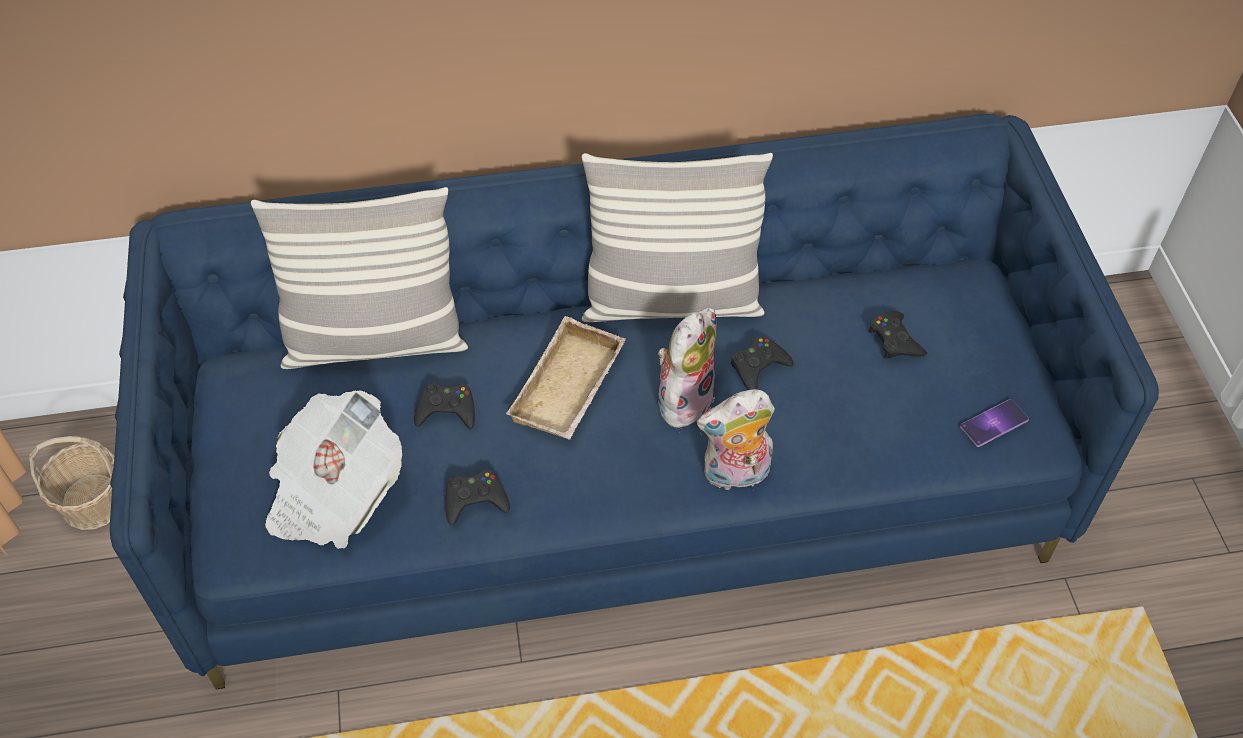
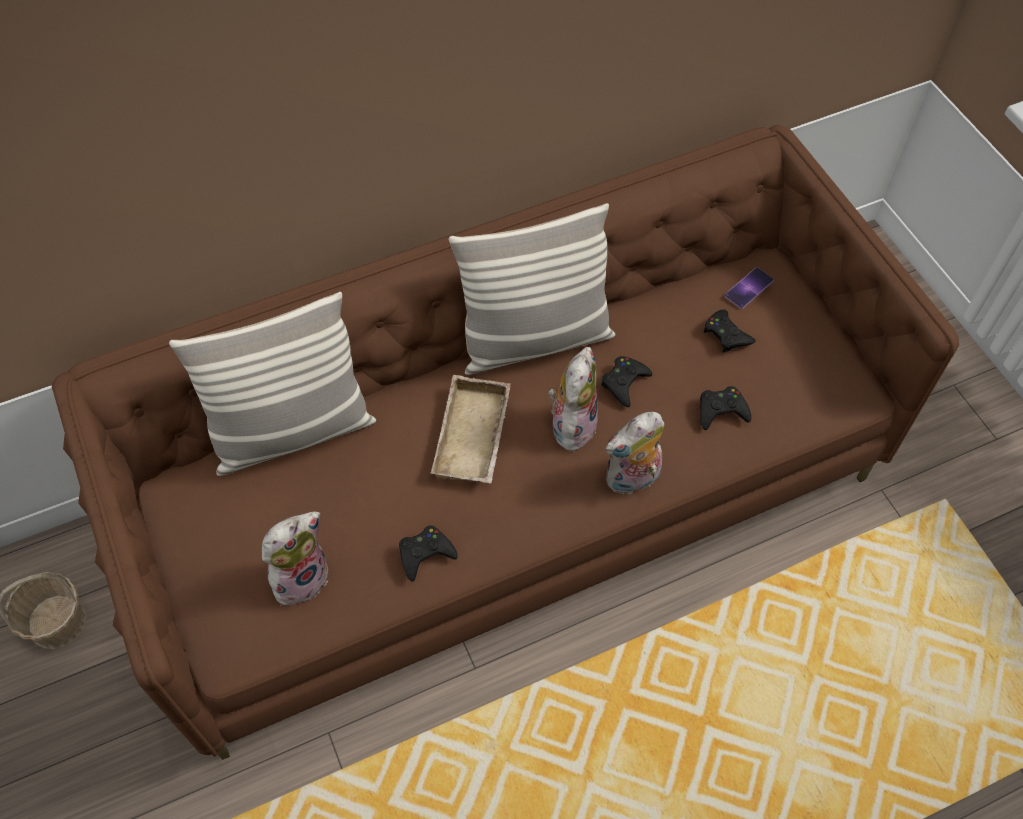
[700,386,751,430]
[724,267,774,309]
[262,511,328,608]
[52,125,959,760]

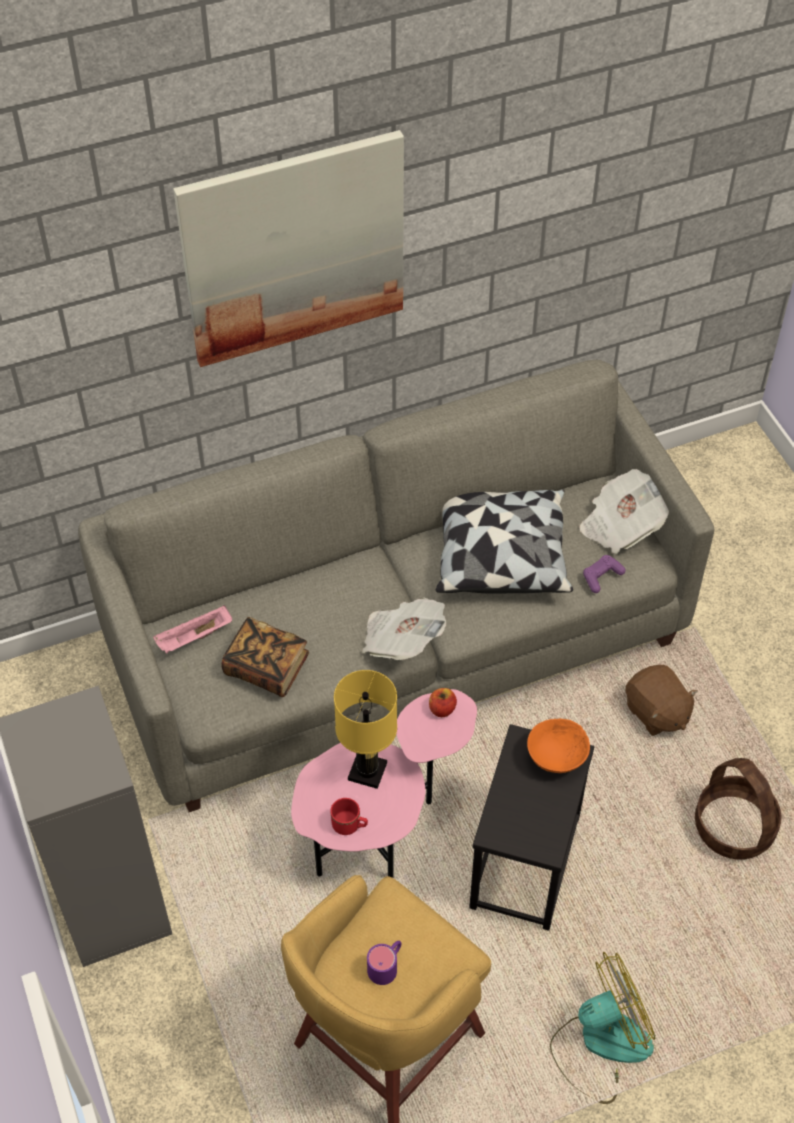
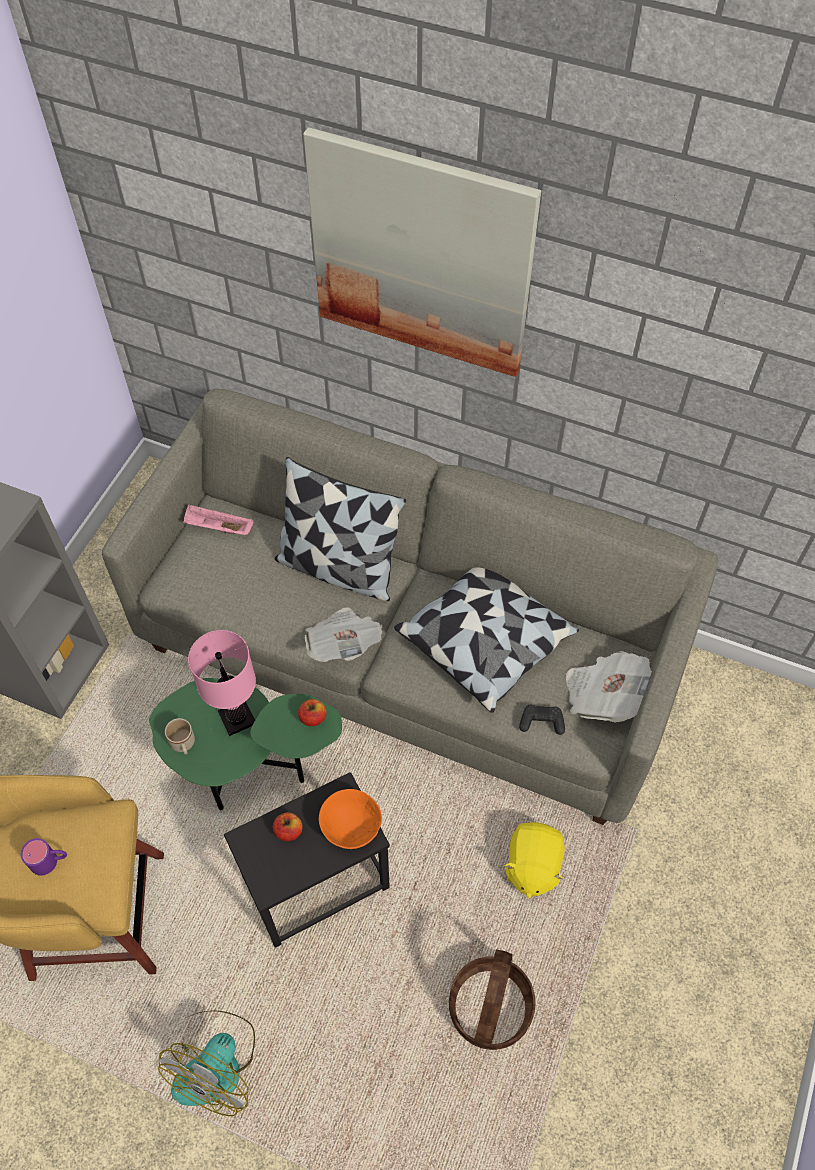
[221,617,309,697] (first image)
[273,812,303,841]
[275,457,406,601]
[149,678,342,810]
[165,718,195,754]
[188,630,256,736]
[519,705,565,735]
[504,822,565,899]
[158,1010,255,1116]

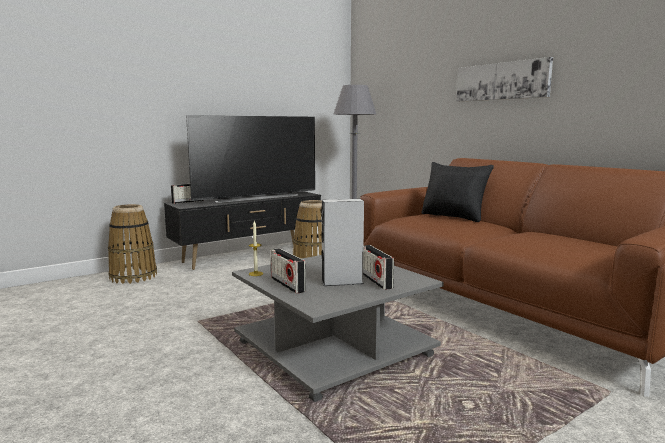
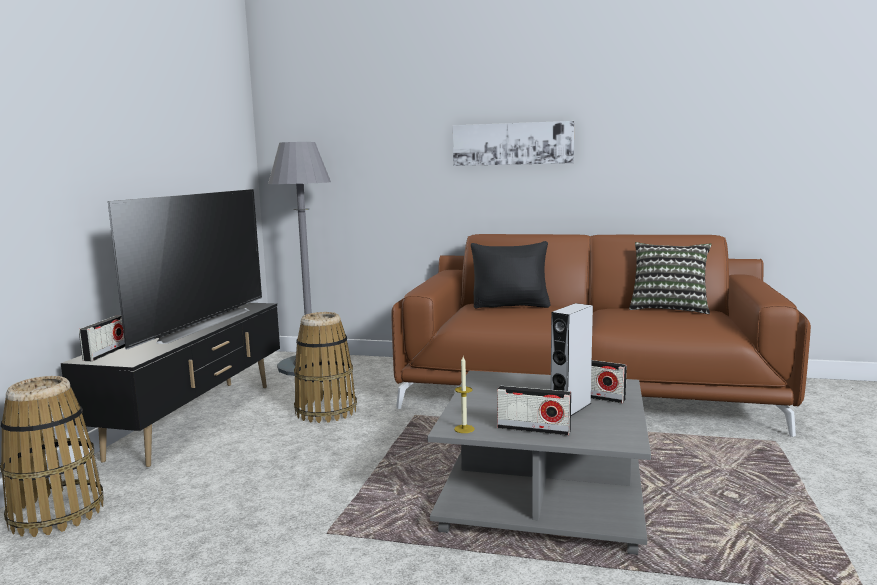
[629,242,712,314]

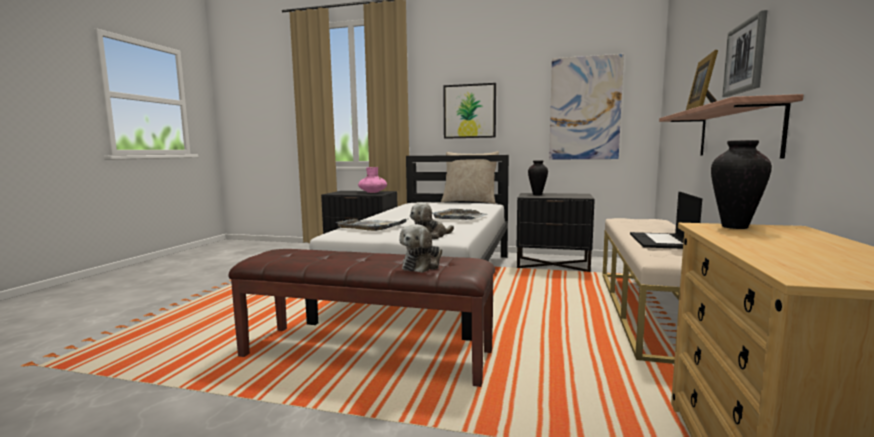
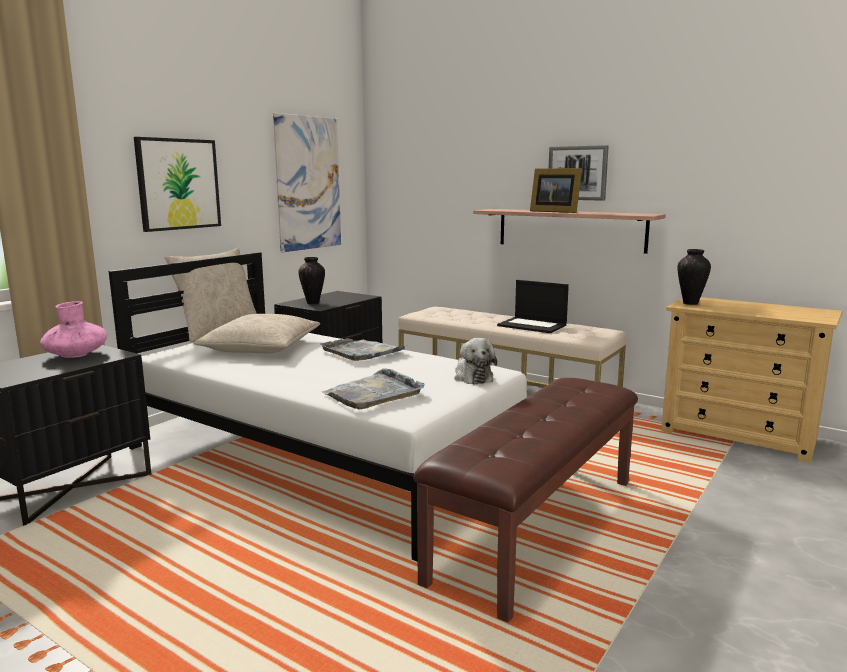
[399,224,442,273] (first image)
[194,314,320,353]

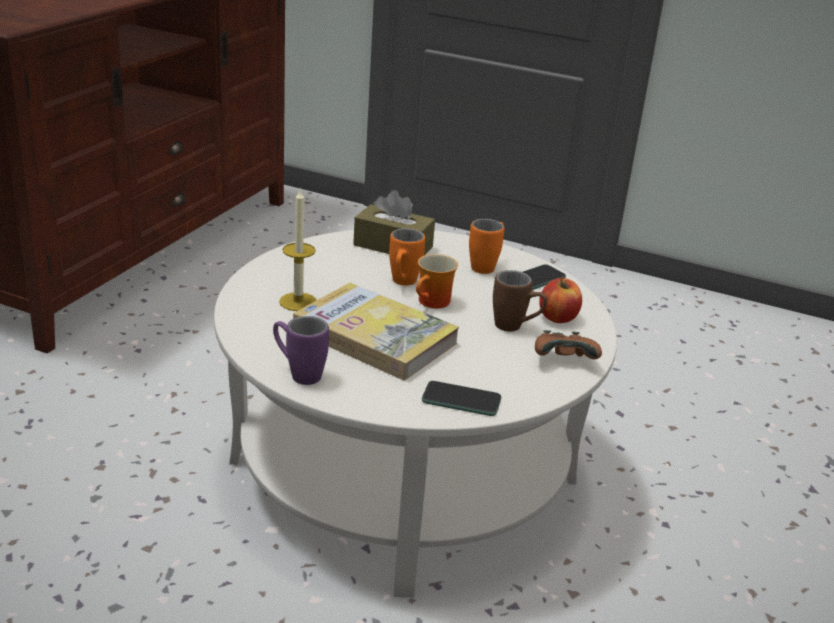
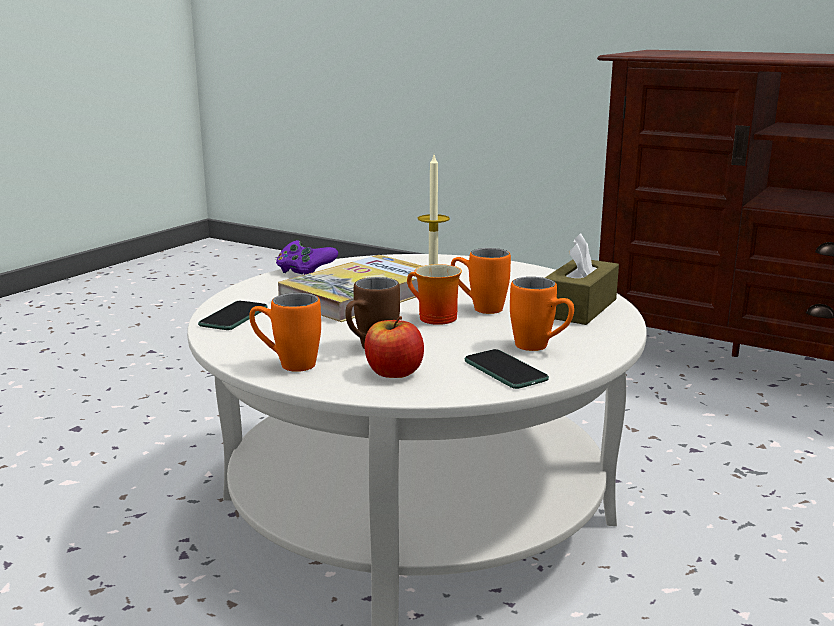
[276,240,338,275]
[249,293,321,372]

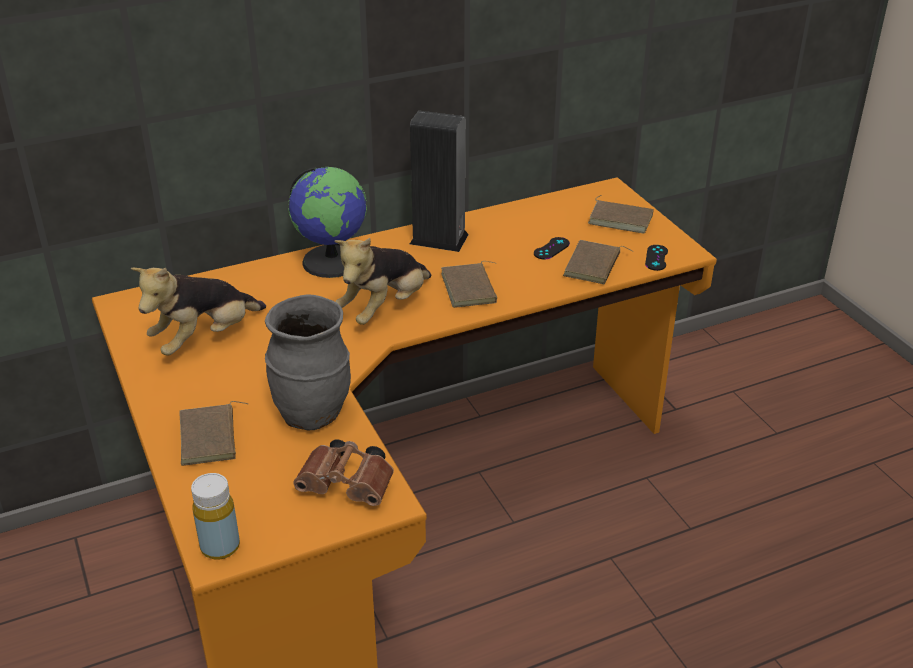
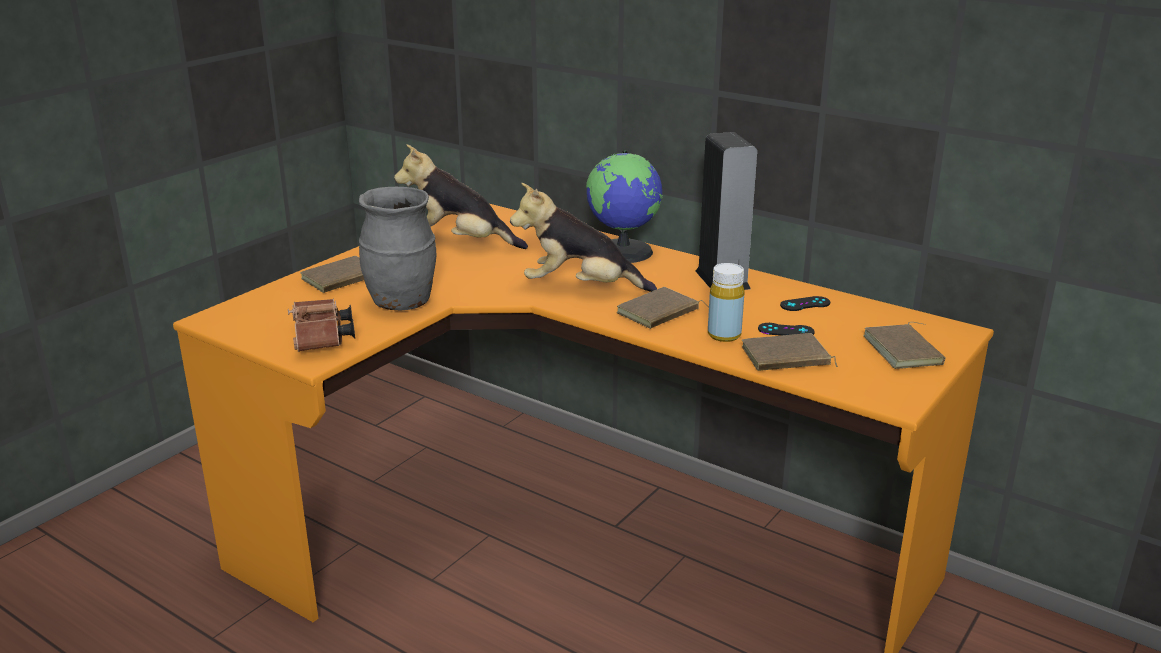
[708,263,745,342]
[780,296,830,311]

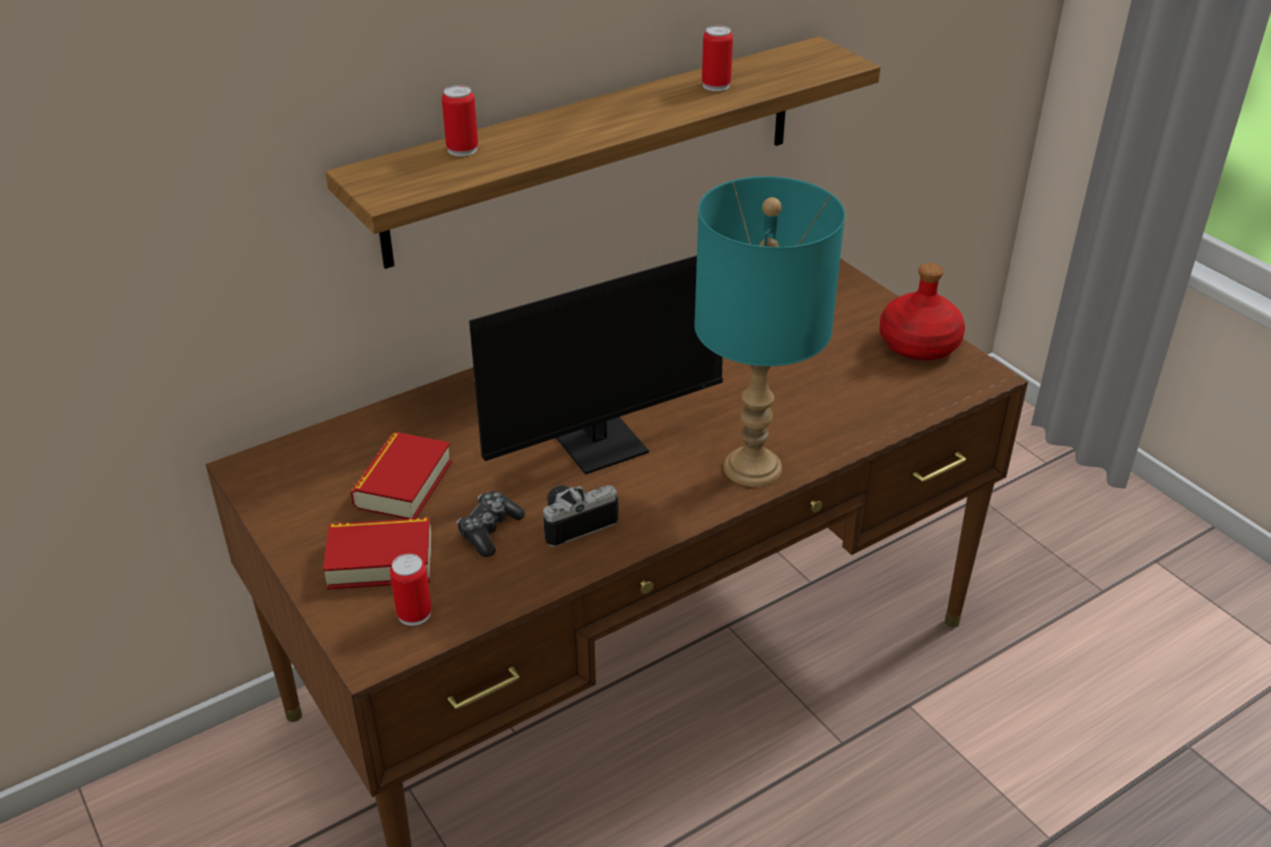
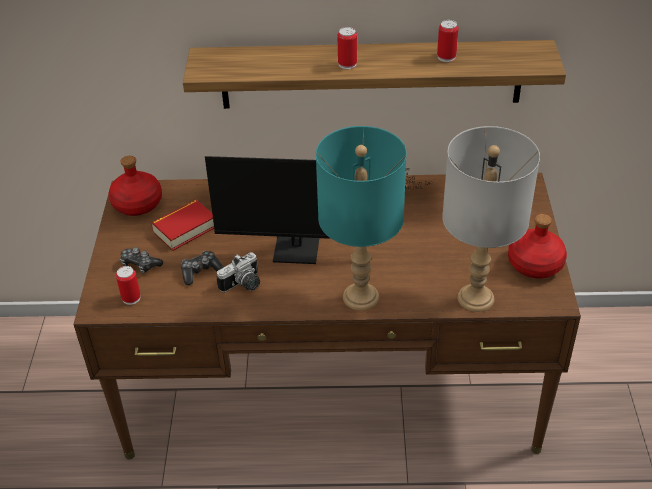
[108,156,162,216]
[442,126,540,312]
[338,27,357,69]
[120,247,163,273]
[216,252,260,292]

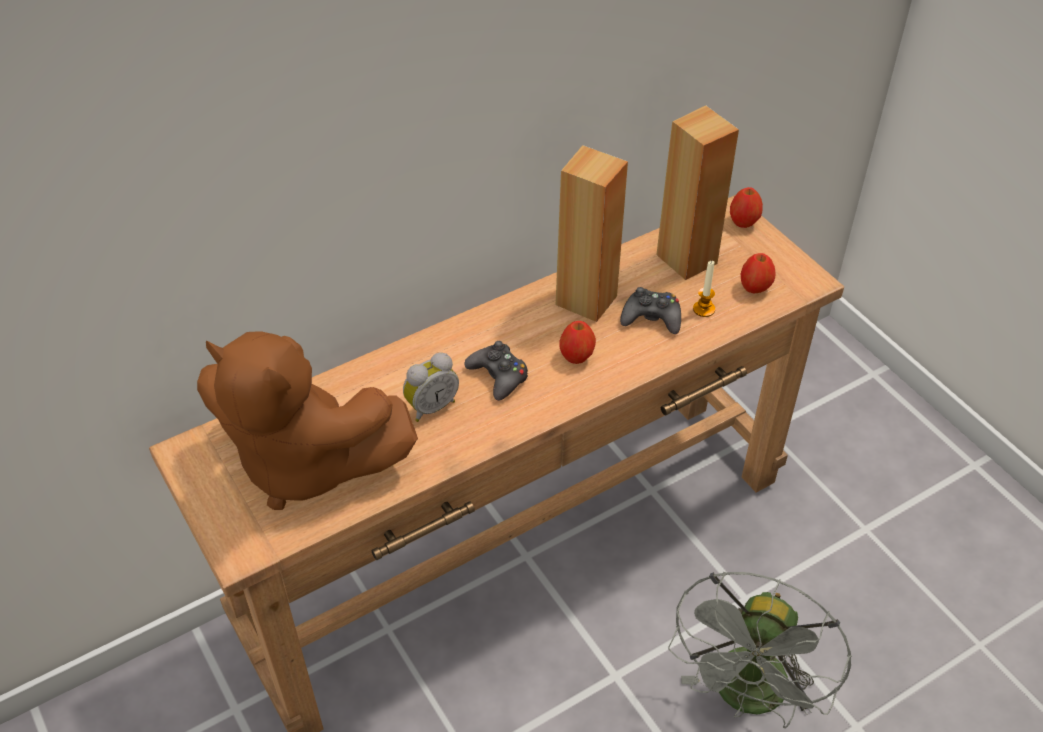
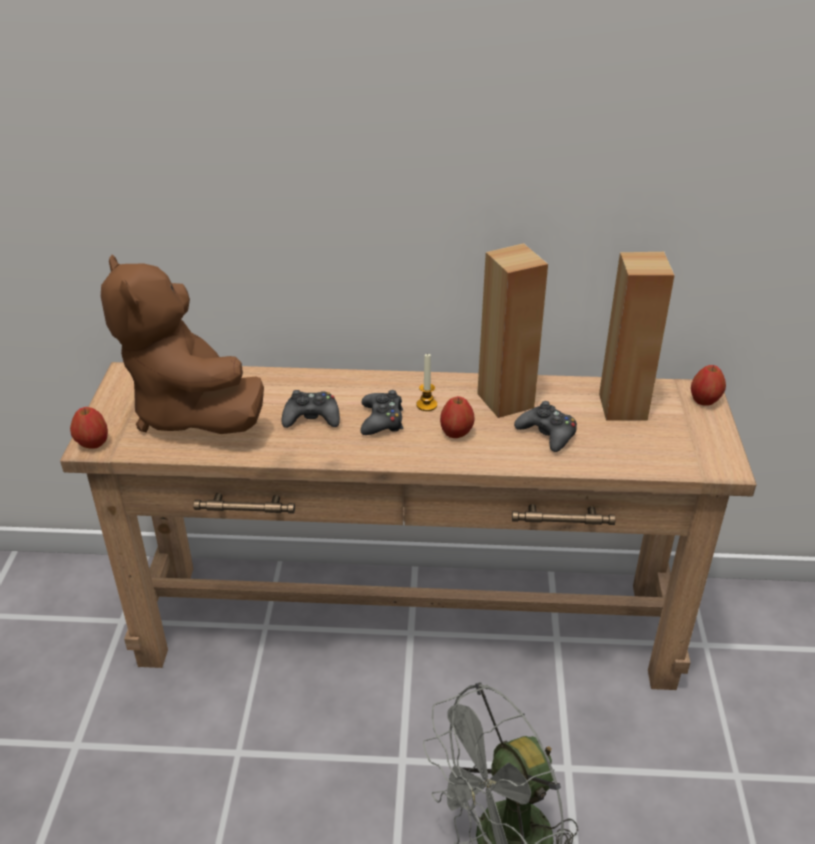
[417,353,437,411]
[70,407,108,449]
[282,390,340,428]

